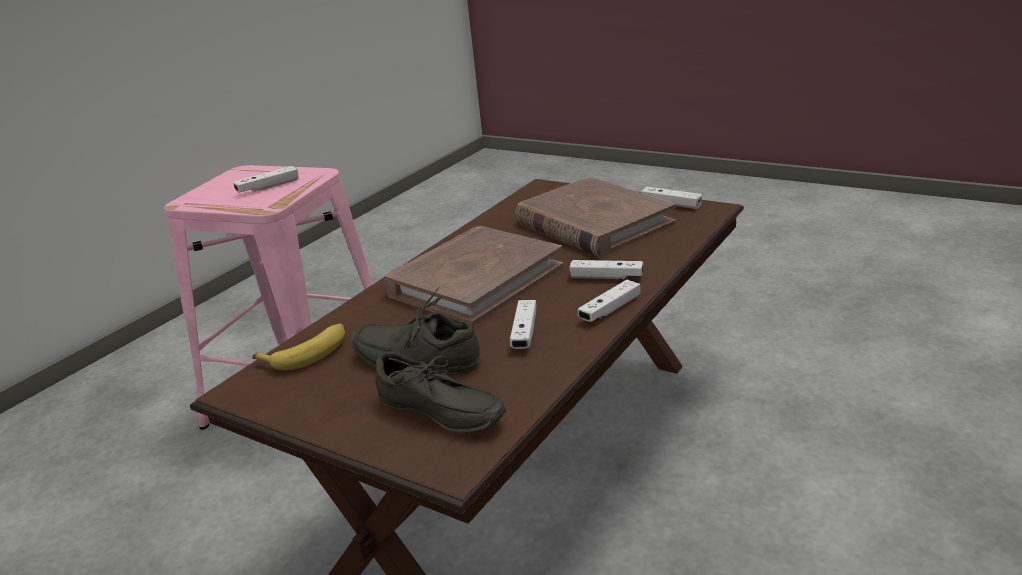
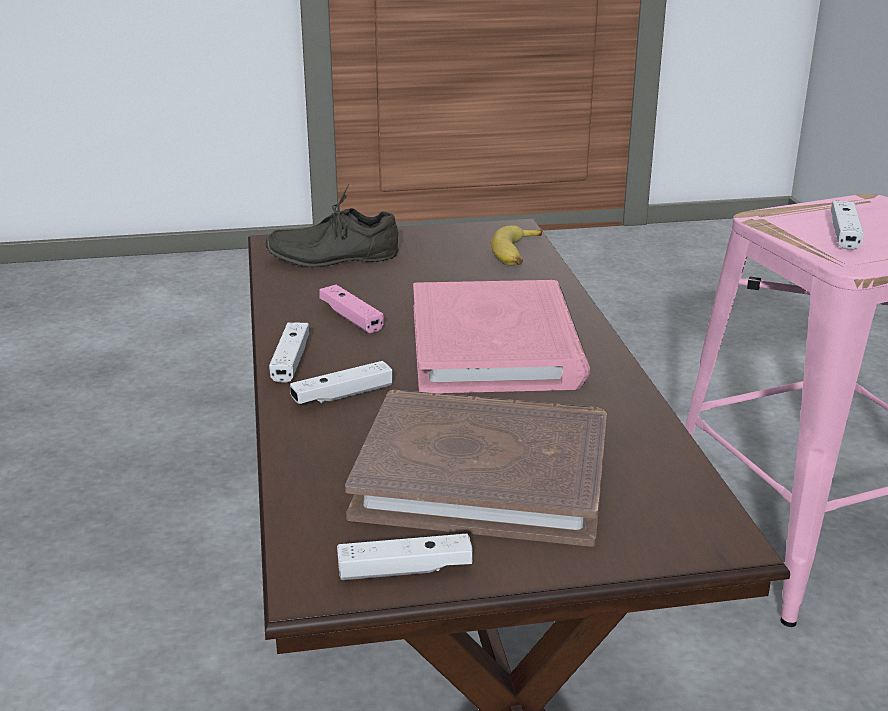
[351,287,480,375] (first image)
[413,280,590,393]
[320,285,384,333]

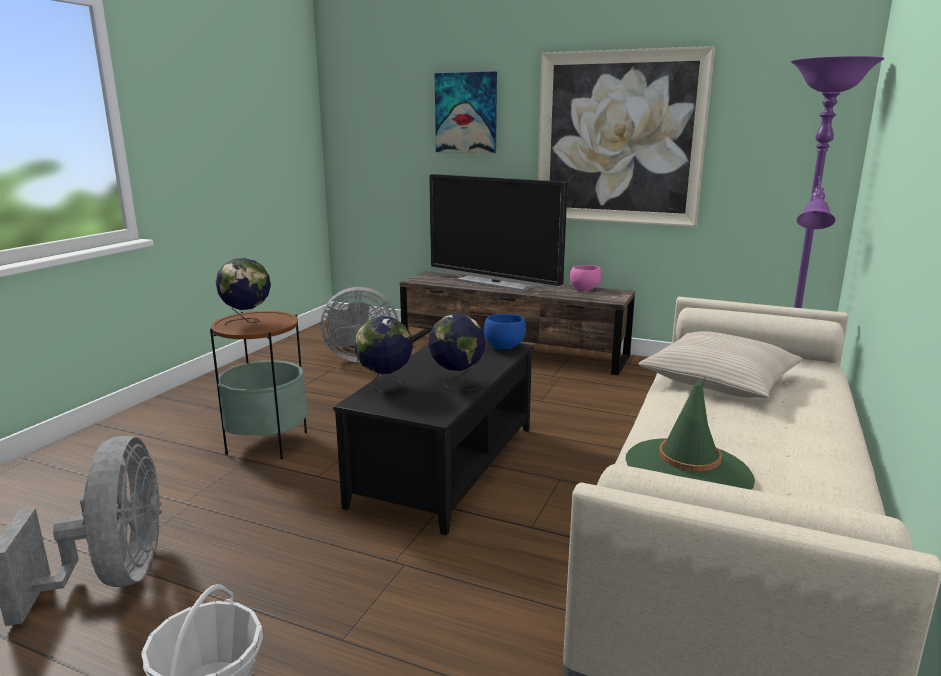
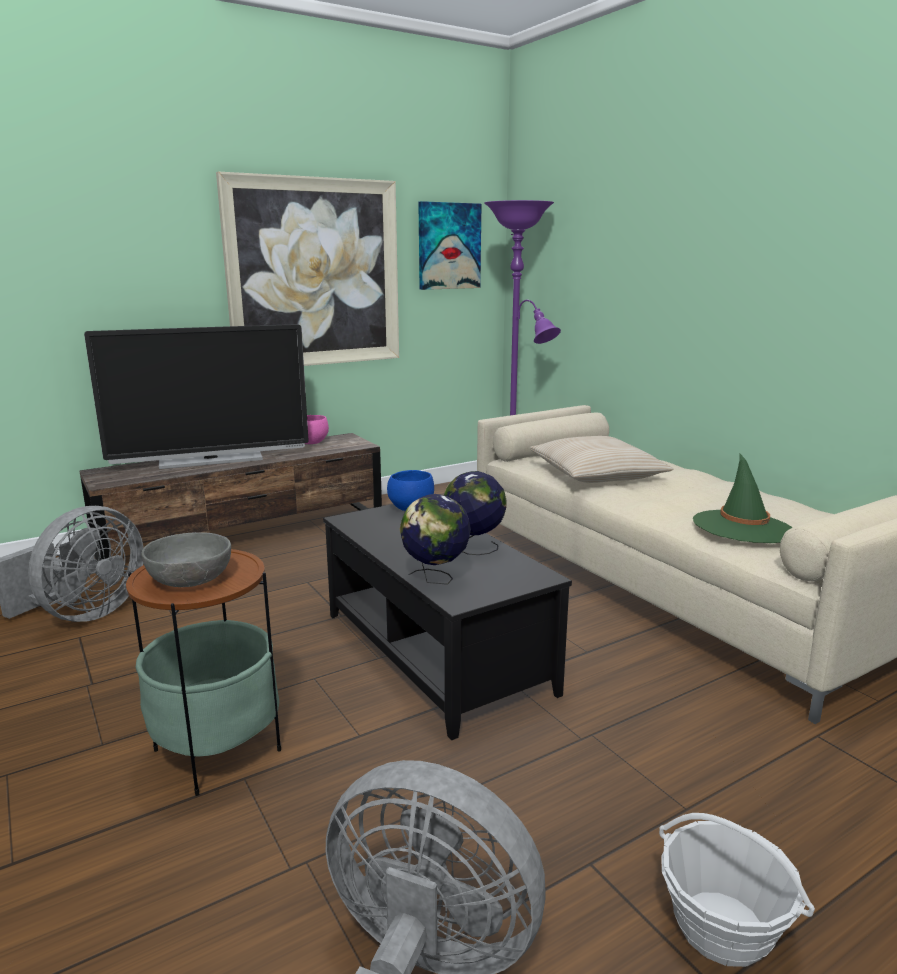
[418,201,481,290]
[141,532,231,587]

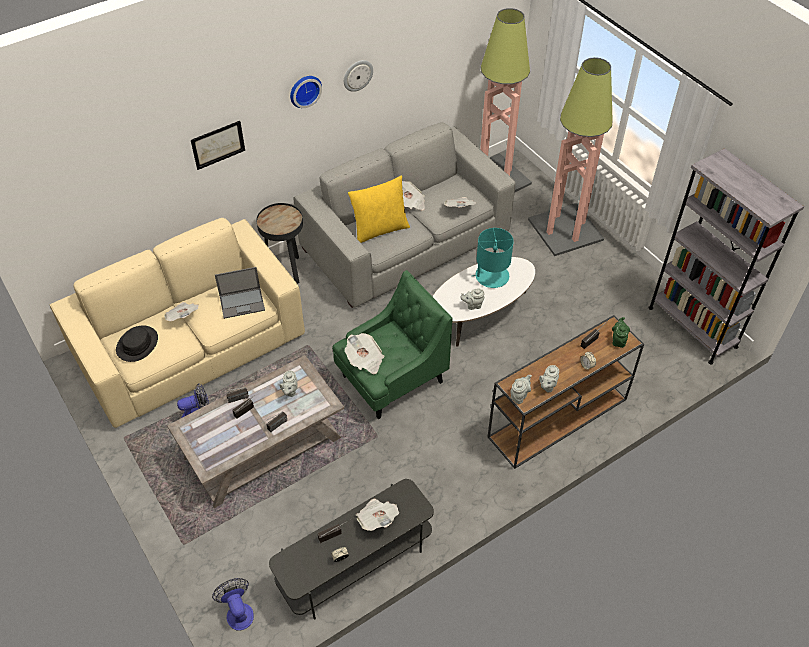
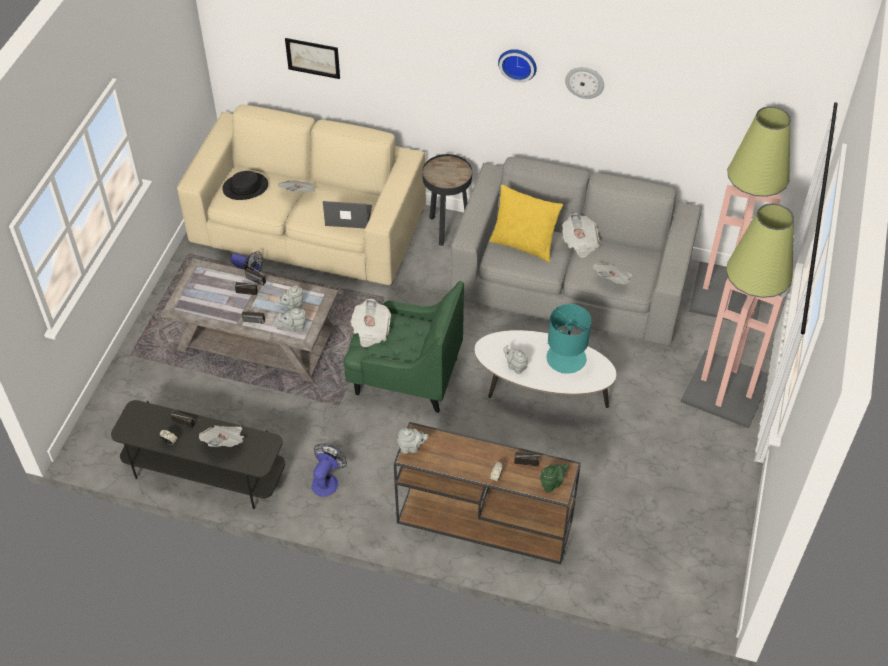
[648,148,804,364] (first image)
[285,38,340,79]
[312,443,347,497]
[278,308,307,332]
[323,201,372,228]

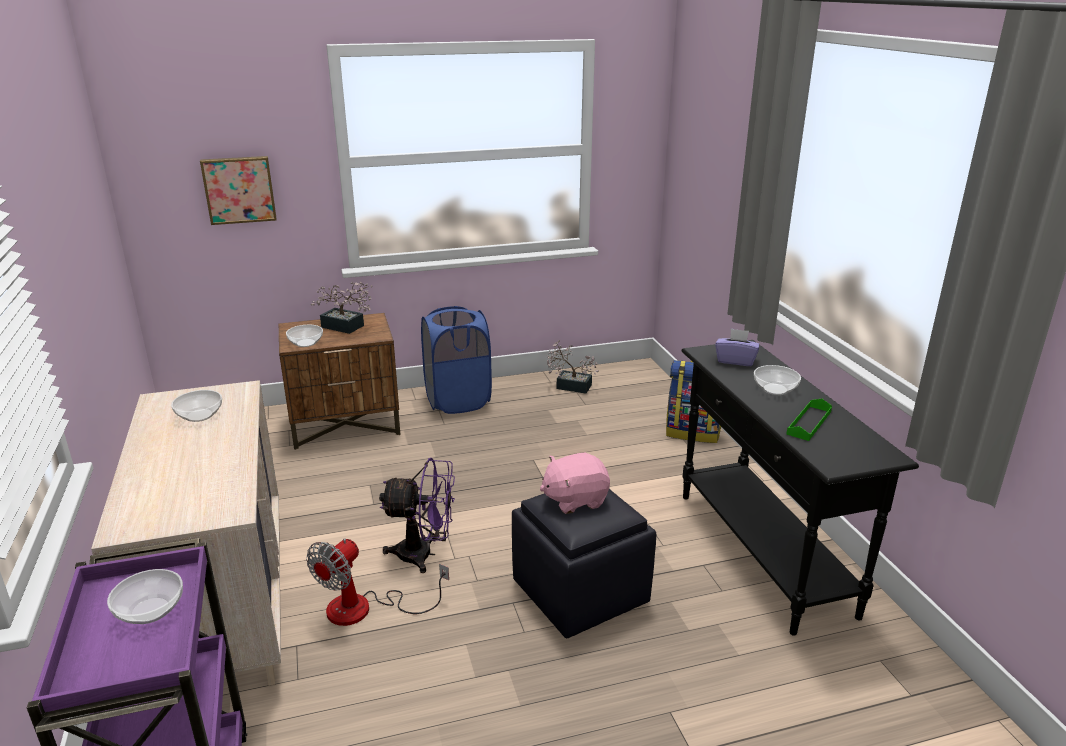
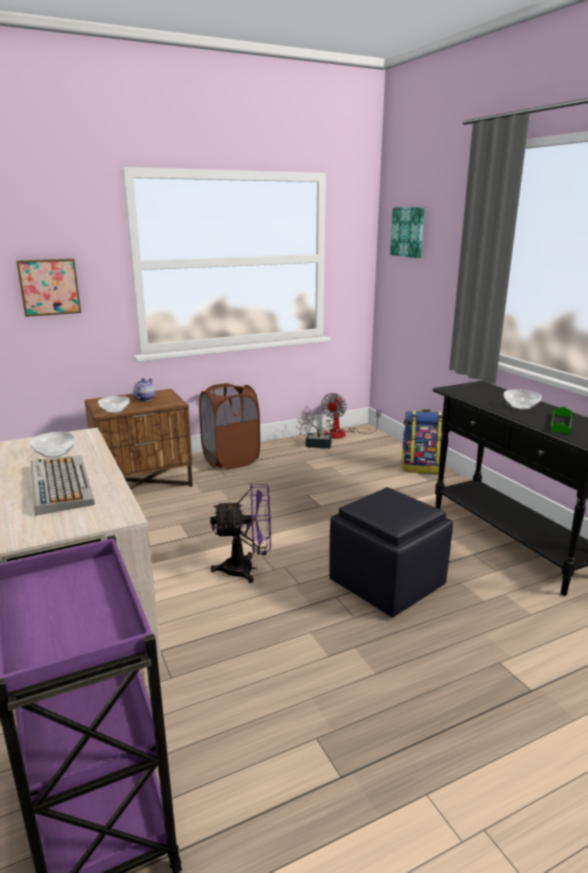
[107,569,183,624] (first image)
[540,452,610,514] (first image)
[715,328,759,366] (first image)
[30,456,95,516]
[390,207,425,258]
[321,393,381,439]
[133,378,156,401]
[199,383,260,469]

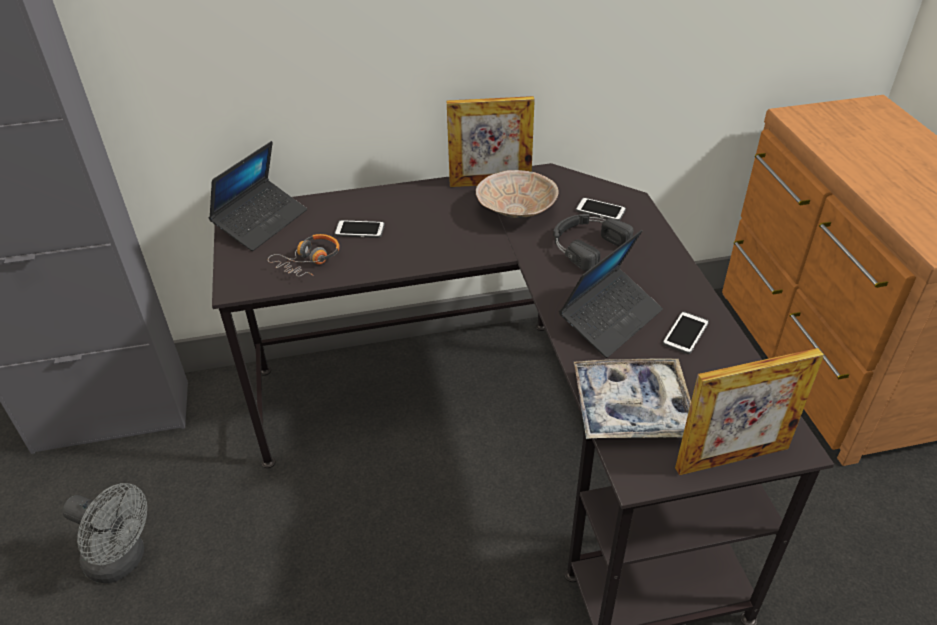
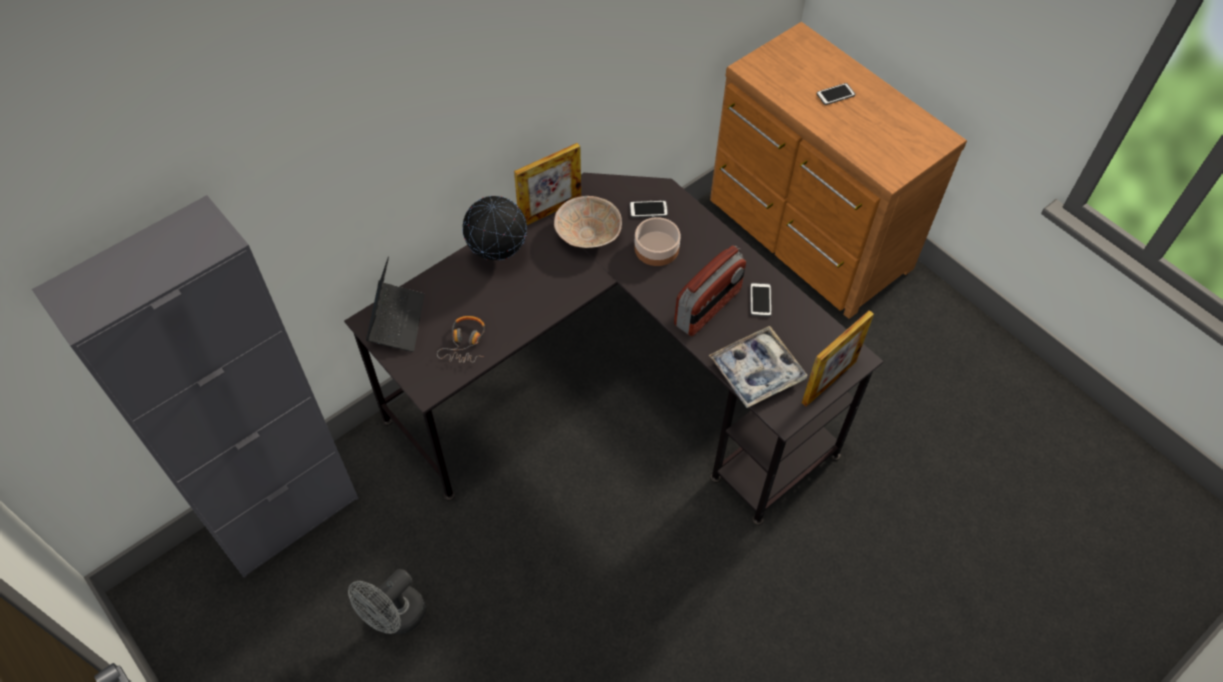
[463,196,527,260]
[816,83,855,105]
[634,217,681,266]
[674,246,746,336]
[348,569,426,634]

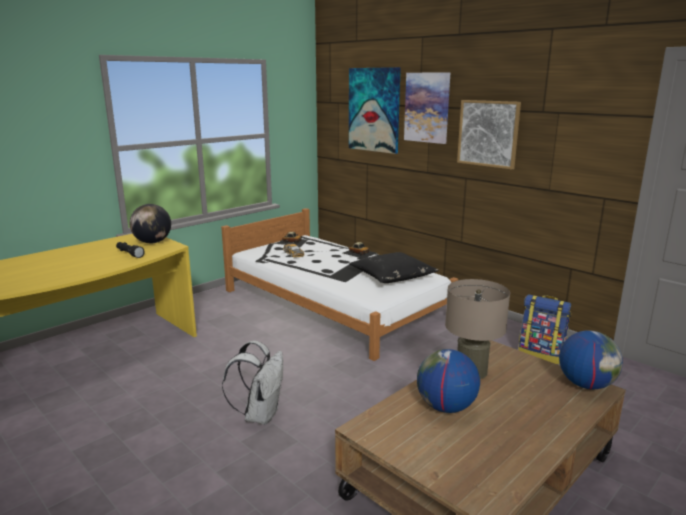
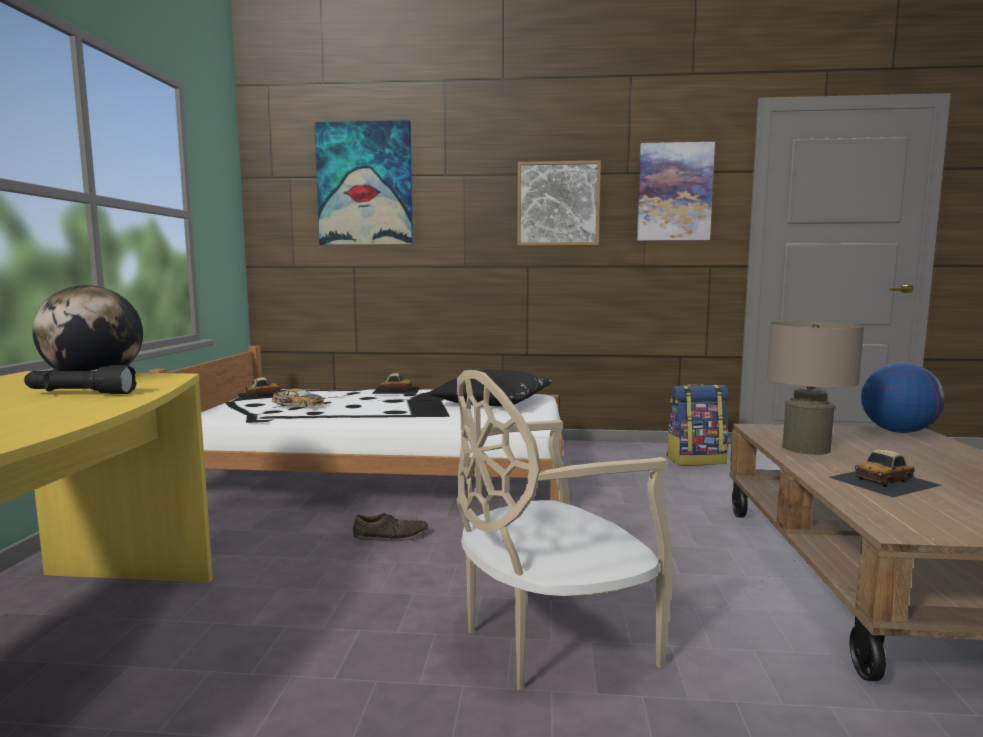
[353,513,428,541]
[637,142,715,241]
[456,370,673,690]
[829,450,942,497]

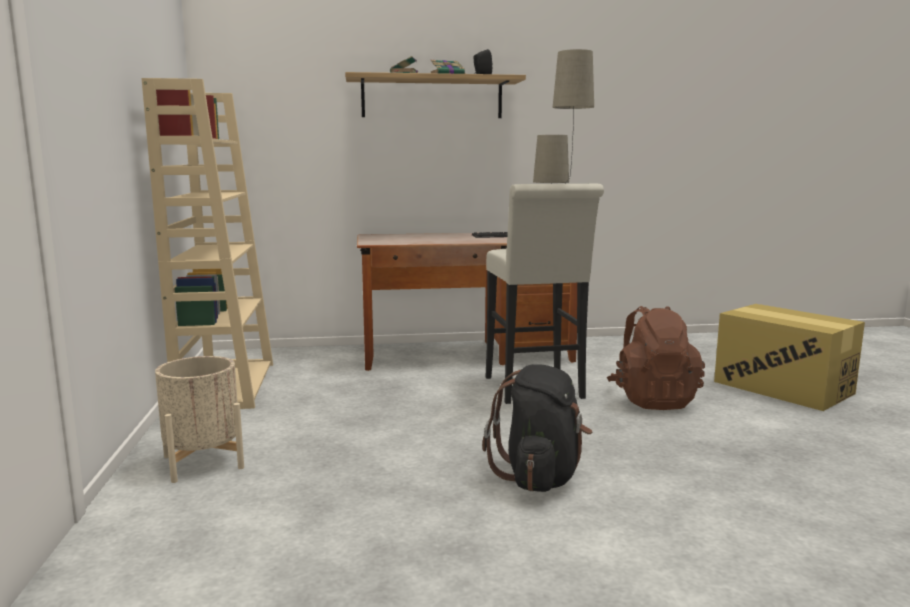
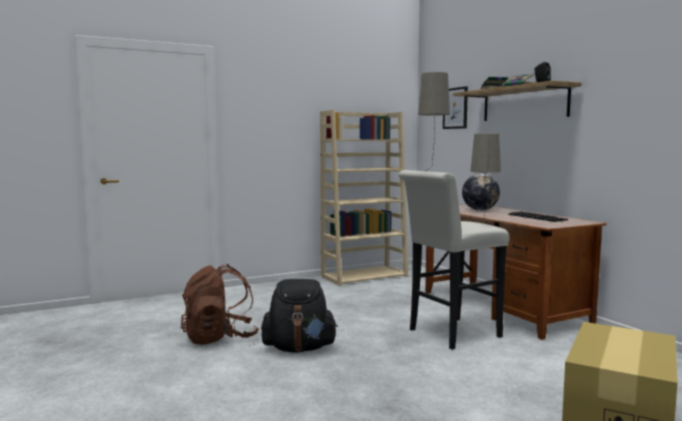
[155,356,244,483] (first image)
[443,86,468,129]
[462,174,500,211]
[181,264,259,345]

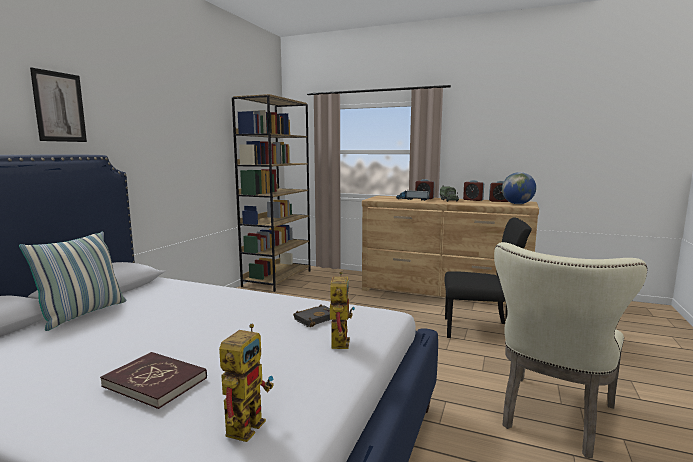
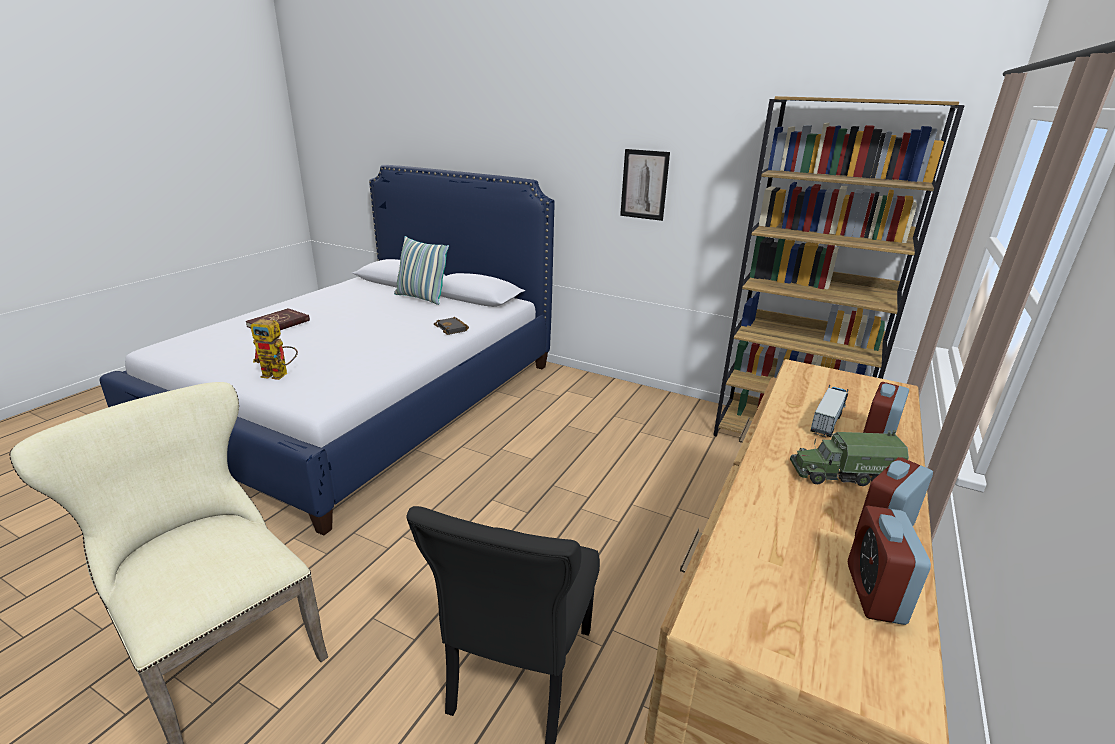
[219,324,274,442] (first image)
[502,172,536,204] (first image)
[620,149,670,221]
[434,317,469,335]

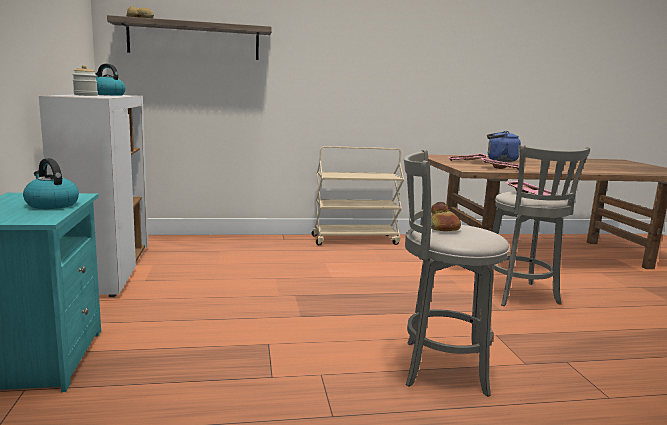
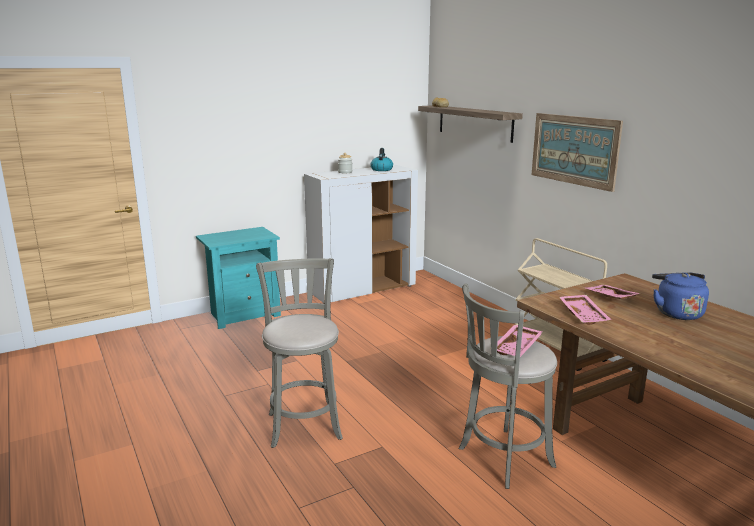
[23,158,79,209] (first image)
[431,202,461,231] (first image)
[532,113,623,192]

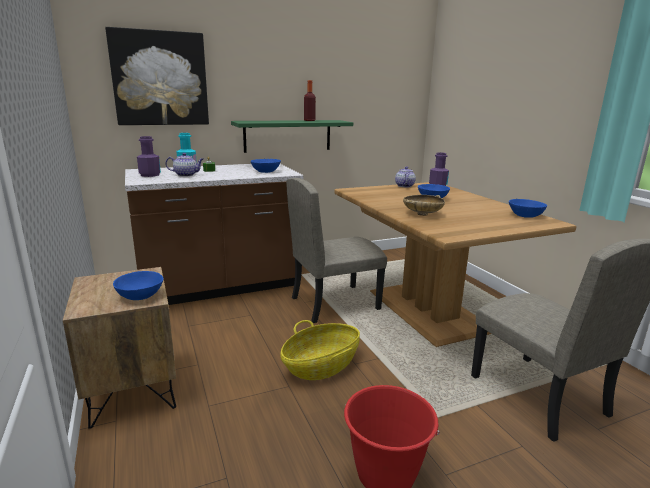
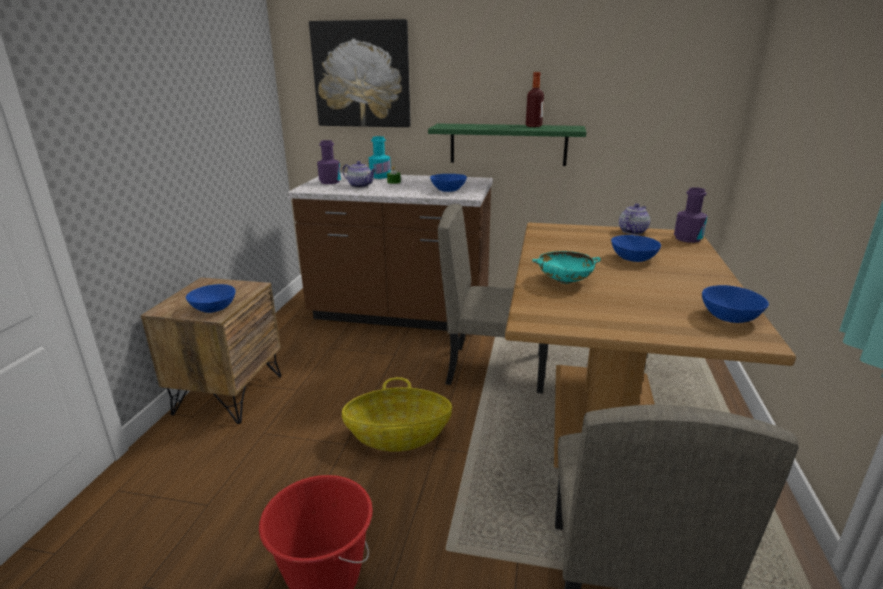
[532,251,601,284]

